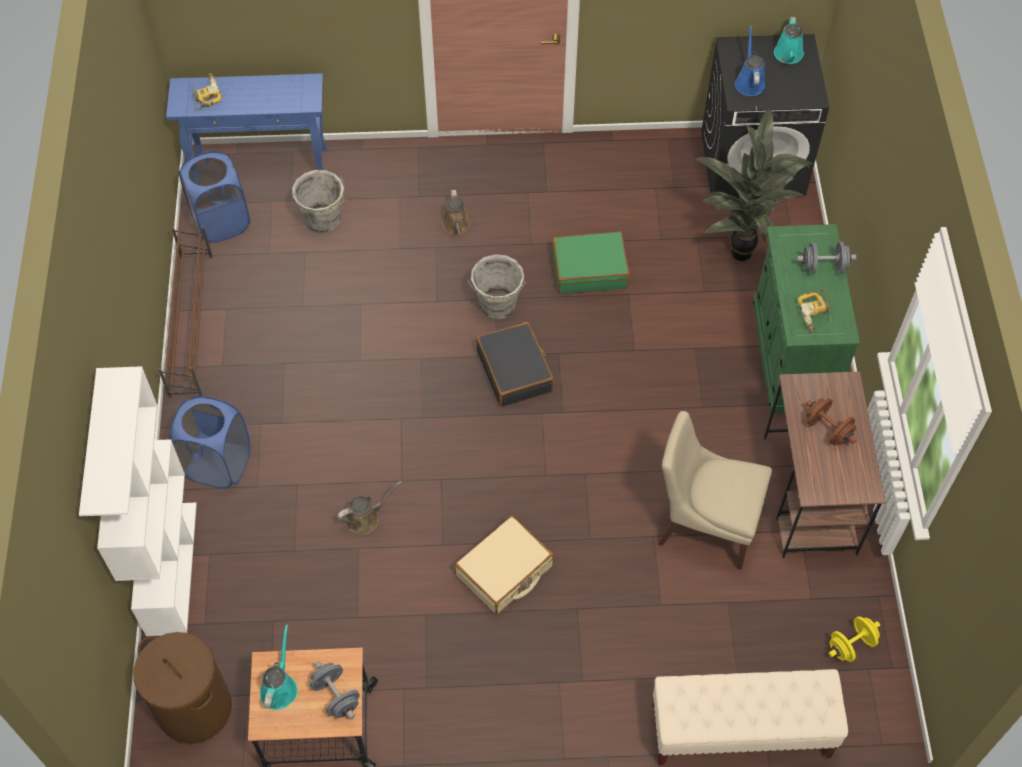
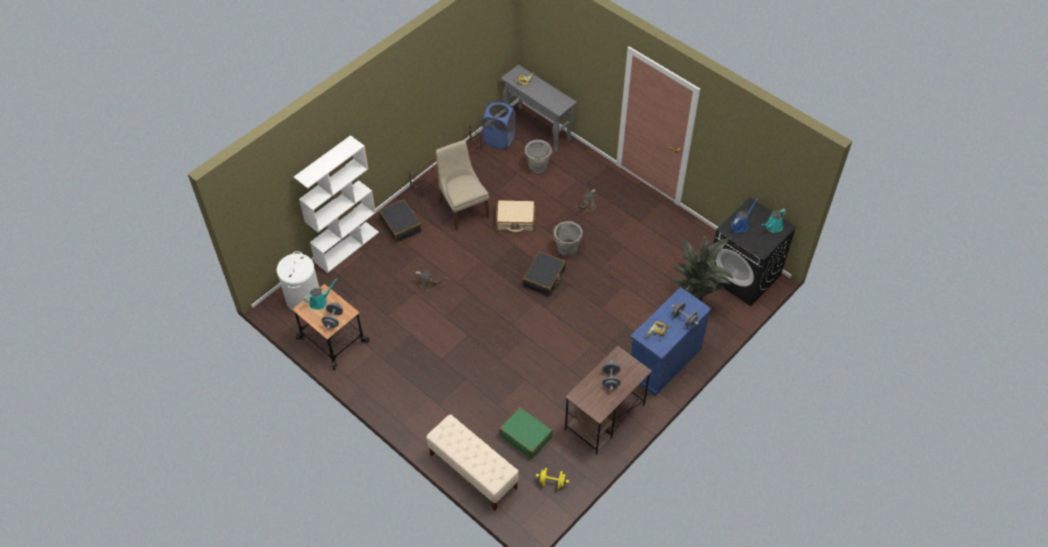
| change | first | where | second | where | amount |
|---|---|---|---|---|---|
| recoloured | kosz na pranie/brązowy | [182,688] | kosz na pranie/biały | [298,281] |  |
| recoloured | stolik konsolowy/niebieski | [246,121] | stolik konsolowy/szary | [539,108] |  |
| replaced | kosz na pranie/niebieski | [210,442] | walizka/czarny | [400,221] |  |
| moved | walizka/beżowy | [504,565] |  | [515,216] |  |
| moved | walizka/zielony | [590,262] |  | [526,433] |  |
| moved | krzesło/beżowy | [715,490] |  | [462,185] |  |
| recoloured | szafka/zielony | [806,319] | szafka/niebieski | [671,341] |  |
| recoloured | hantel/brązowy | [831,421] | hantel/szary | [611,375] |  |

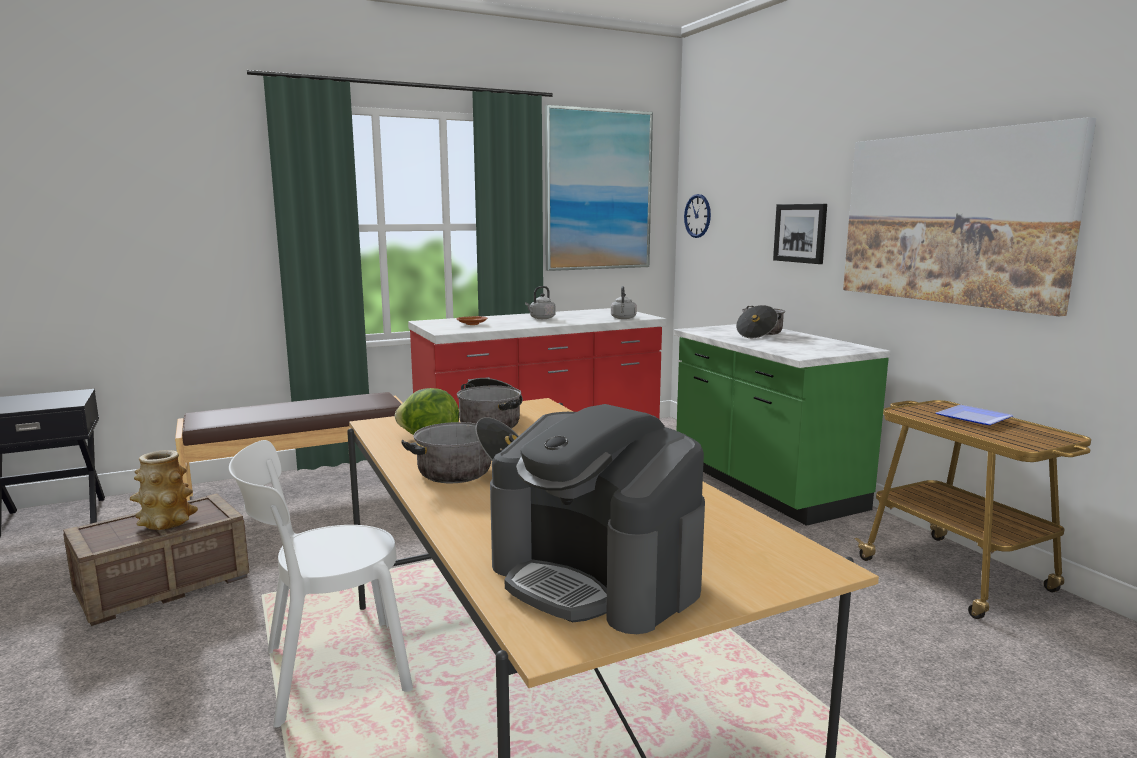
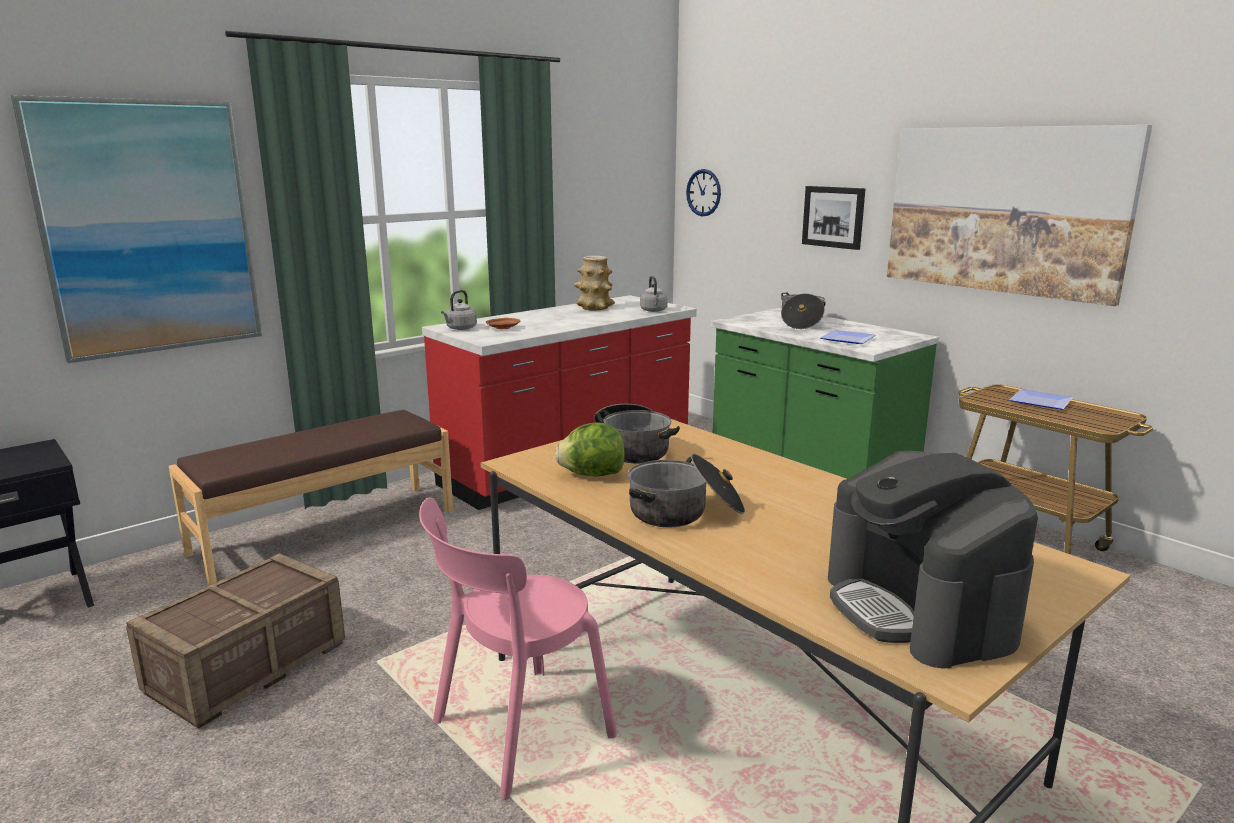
| change | first | where | second | where | amount |
|---|---|---|---|---|---|
| moved | wazon | [164,490] |  | [594,283] |  |
| recoloured | krzesło/biały | [321,584] | krzesło/różowy | [518,648] |  |
| turned | ekspres do kawy | [597,519] |  | [933,560] | 45 degrees clockwise |
| moved | czajnik/szary | [540,302] |  | [459,310] |  |
| moved | obraz | [599,188] |  | [136,229] |  |
| added |  |  | talerz | [848,337] |  |

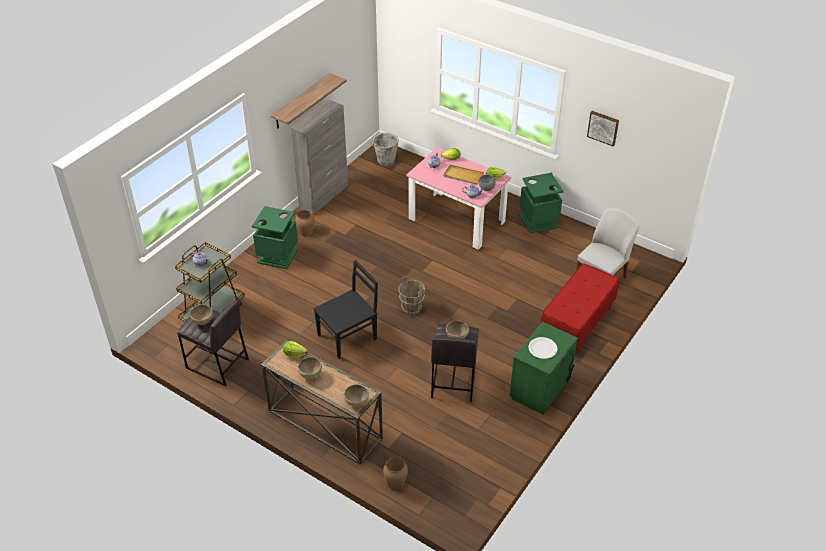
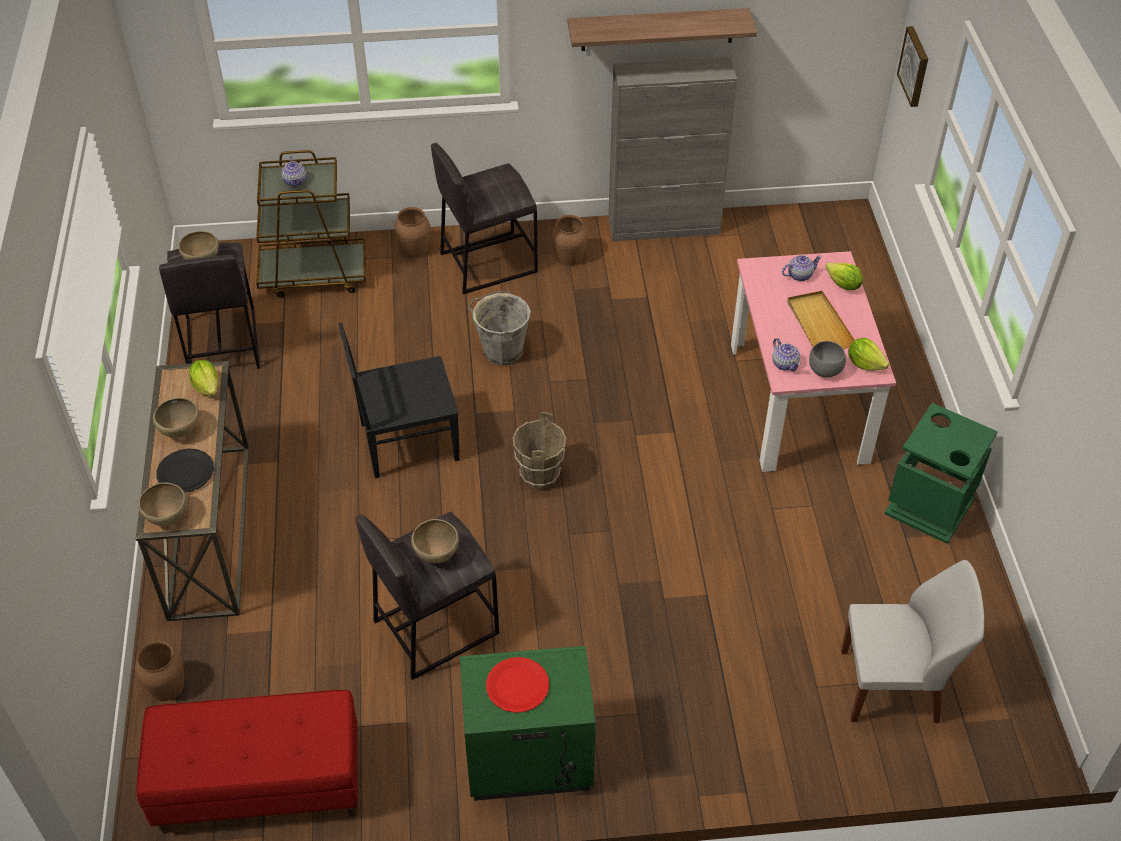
| change | first | where | second | where | amount |
|---|---|---|---|---|---|
| replaced | kosz na śmieci/zielony | [275,237] | stołek/szary | [484,218] |  |
| turned | krzesło/czarny | [345,309] |  | [399,400] | 150 degrees clockwise |
| moved | wiadro/szary | [384,149] |  | [499,328] |  |
| recoloured | talerz/biały | [543,348] | talerz/czerwony | [517,685] |  |
| moved | ławka/czerwony | [579,306] |  | [247,762] |  |
| moved | obraz | [603,128] |  | [912,66] |  |
| added |  |  | talerz/czarny | [185,470] |  |
| added |  |  | wazon/brązowy | [412,232] |  |

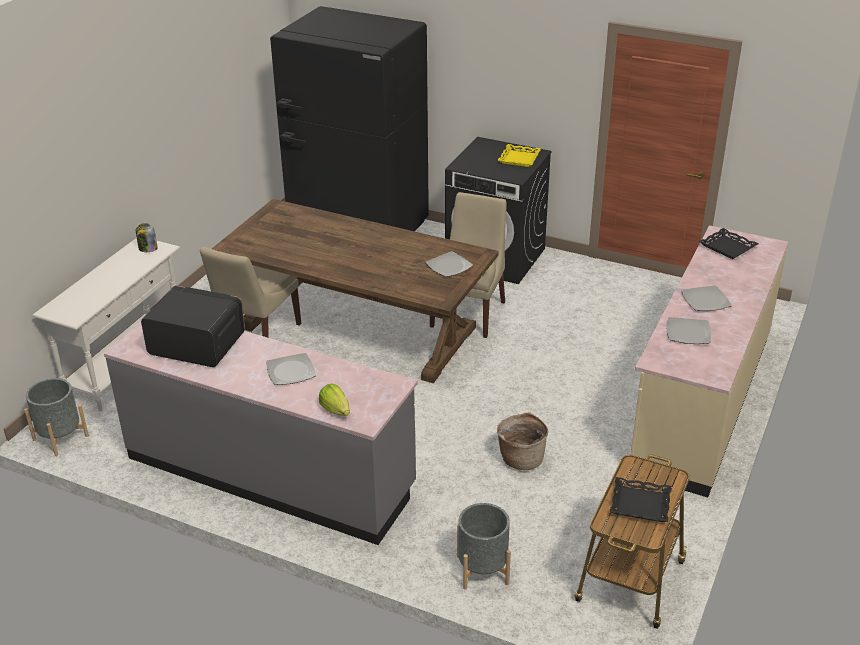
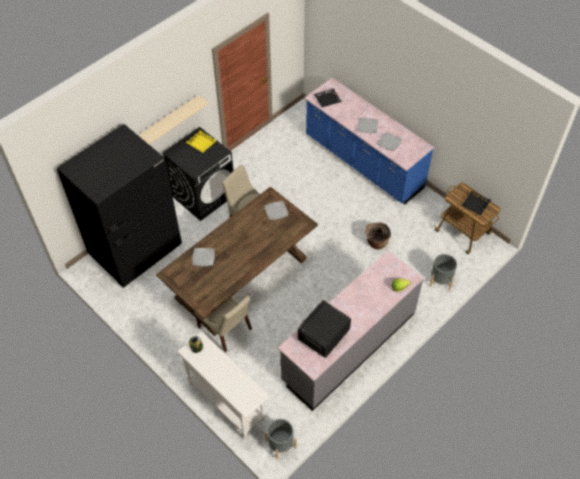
| change | first | where | second | where | amount |
|---|---|---|---|---|---|
| moved | talerz | [291,369] |  | [203,257] |  |
| recoloured | zabudowa kuchenna/beżowy | [709,361] | zabudowa kuchenna/niebieski | [369,141] |  |
| added |  |  | półka/beżowy | [173,119] |  |

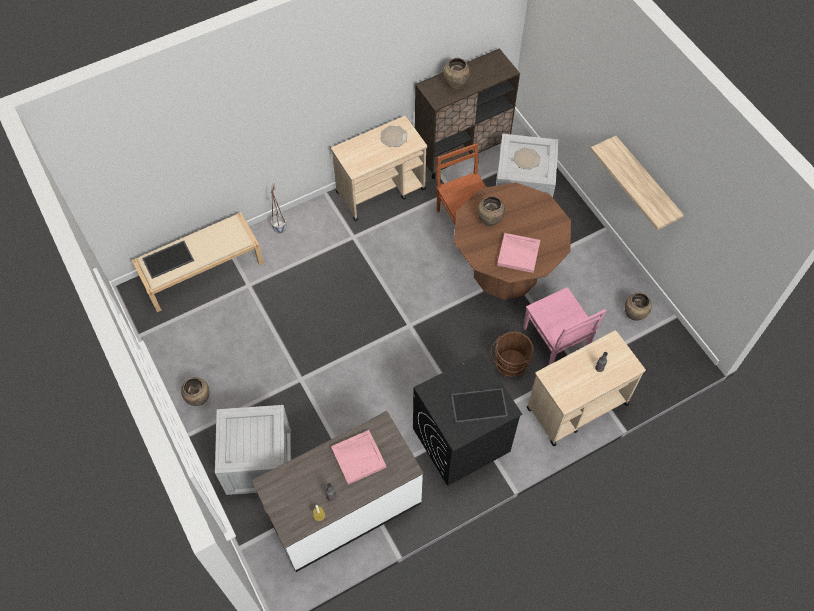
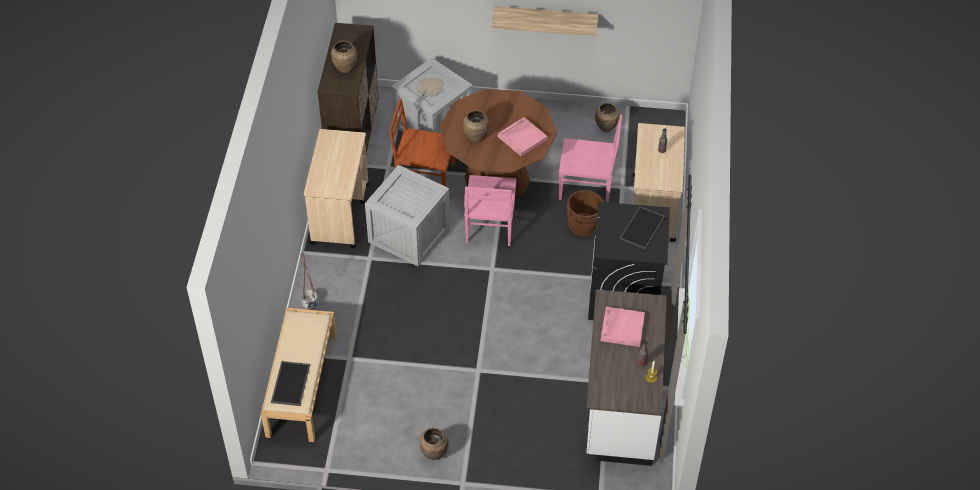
| change | first | where | second | where | amount |
|---|---|---|---|---|---|
| moved | skrzynka | [253,450] |  | [407,215] |  |
| removed | talerz | [393,136] |  |  |  |
| added |  |  | krzesło/różowy | [490,210] |  |

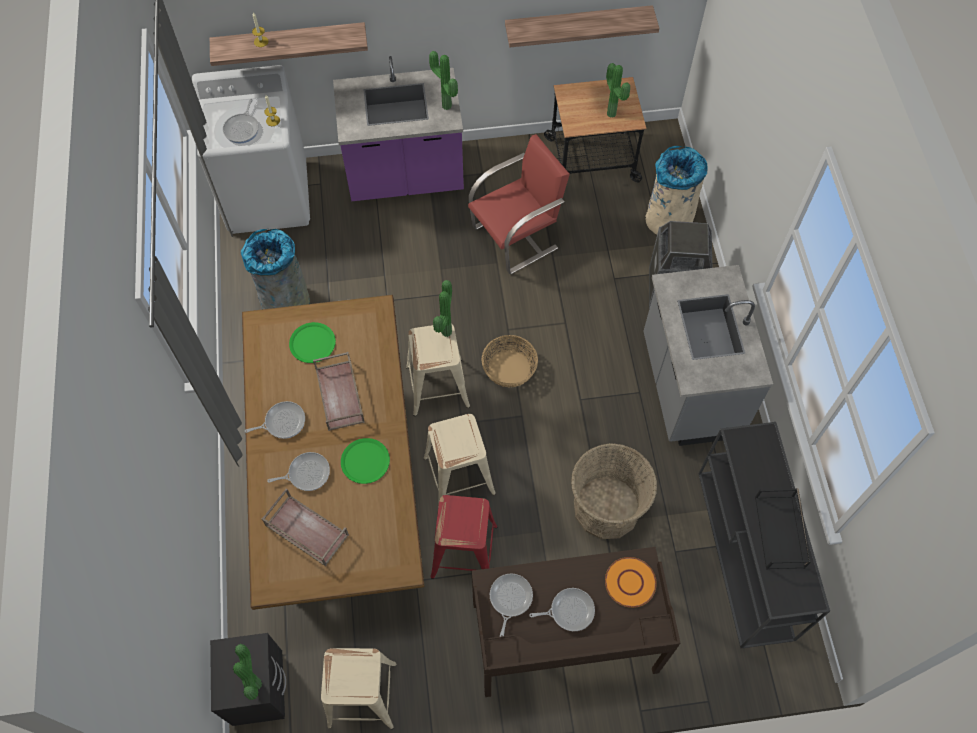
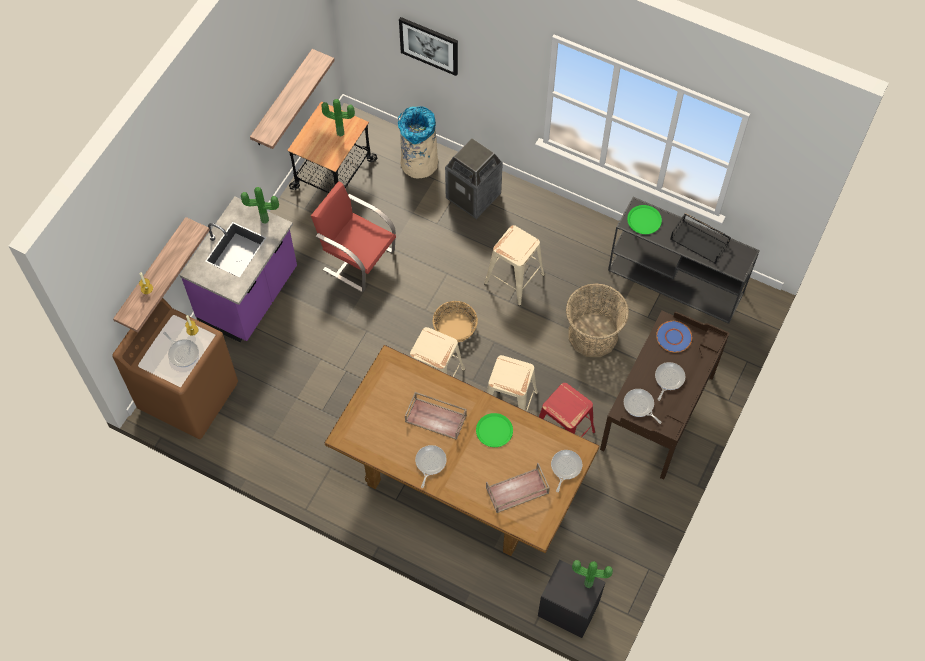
| change | first | where | second | where | amount |
|---|---|---|---|---|---|
| recoloured | pralka/biały | [251,149] | pralka/brązowy | [175,368] |  |
| removed | kosz na śmieci/szary | [275,269] |  |  |  |
| moved | patelnia | [298,471] |  | [566,471] |  |
| moved | talerz/zielony | [312,342] |  | [644,219] |  |
| moved | stołek/beżowy | [359,688] |  | [514,265] |  |
| removed | roślina doniczkowa | [442,308] |  |  |  |
| turned | krzesło/czerwony | [519,204] |  | [353,236] | 60 degrees counterclockwise |
| recoloured | talerz/pomarańczowy | [631,582] | talerz/niebieski | [674,337] |  |
| removed | zabudowa kuchenna/szary | [708,355] |  |  |  |
| added |  |  | obraz | [428,46] |  |

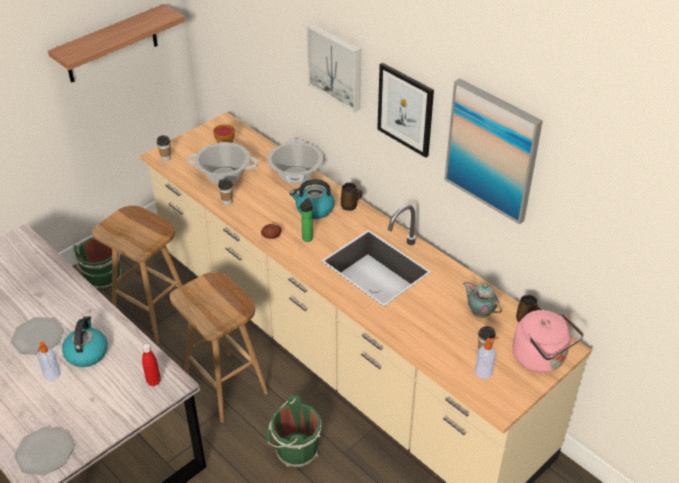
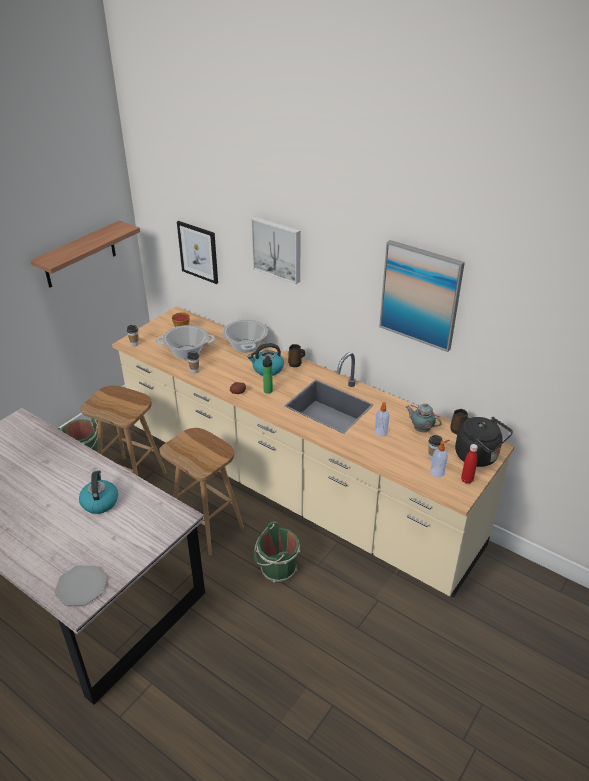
| change | first | where | second | where | amount |
|---|---|---|---|---|---|
| removed | talerz | [37,335] |  |  |  |
| moved | dozownik mydła | [49,361] |  | [382,419] |  |
| moved | butelka/czerwony | [151,364] |  | [469,464] |  |
| moved | obraz | [405,110] |  | [197,252] |  |
| recoloured | czajnik/różowy | [548,341] | czajnik/czarny | [484,442] |  |

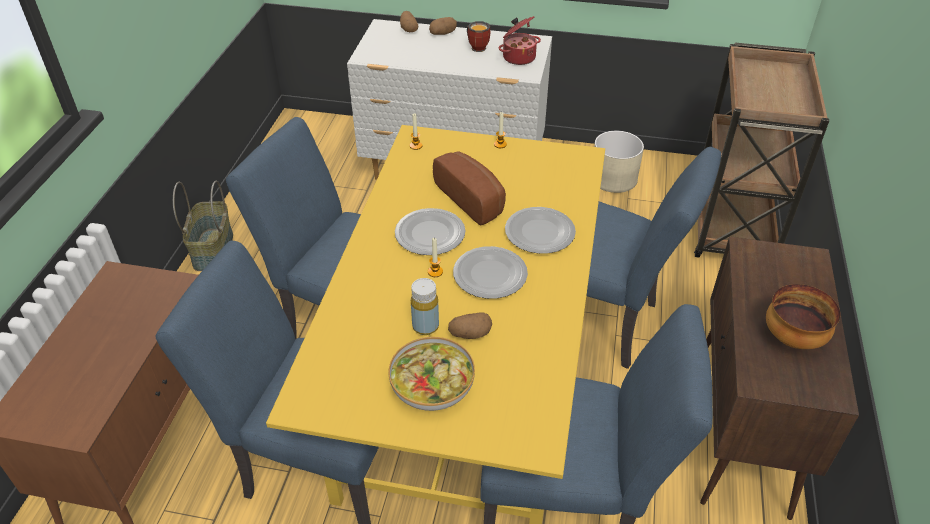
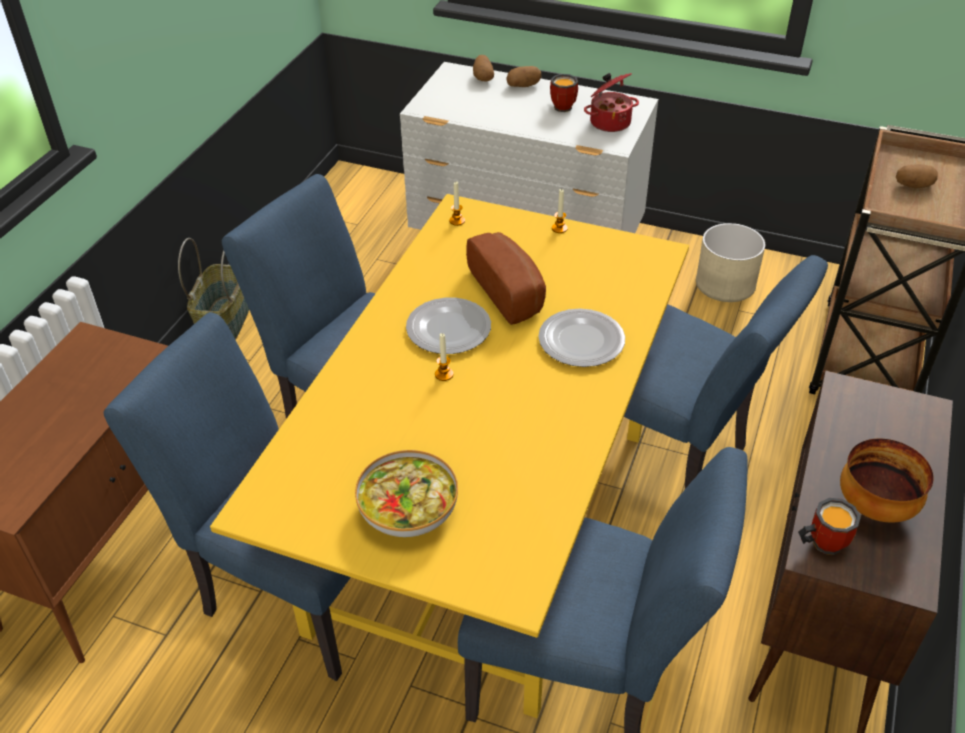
| change | first | where | second | where | amount |
|---|---|---|---|---|---|
| removed | butelka/żółty | [425,306] |  |  |  |
| moved | ziemniak | [470,326] |  | [917,176] |  |
| removed | talerz | [490,272] |  |  |  |
| added |  |  | kubek | [829,526] |  |

